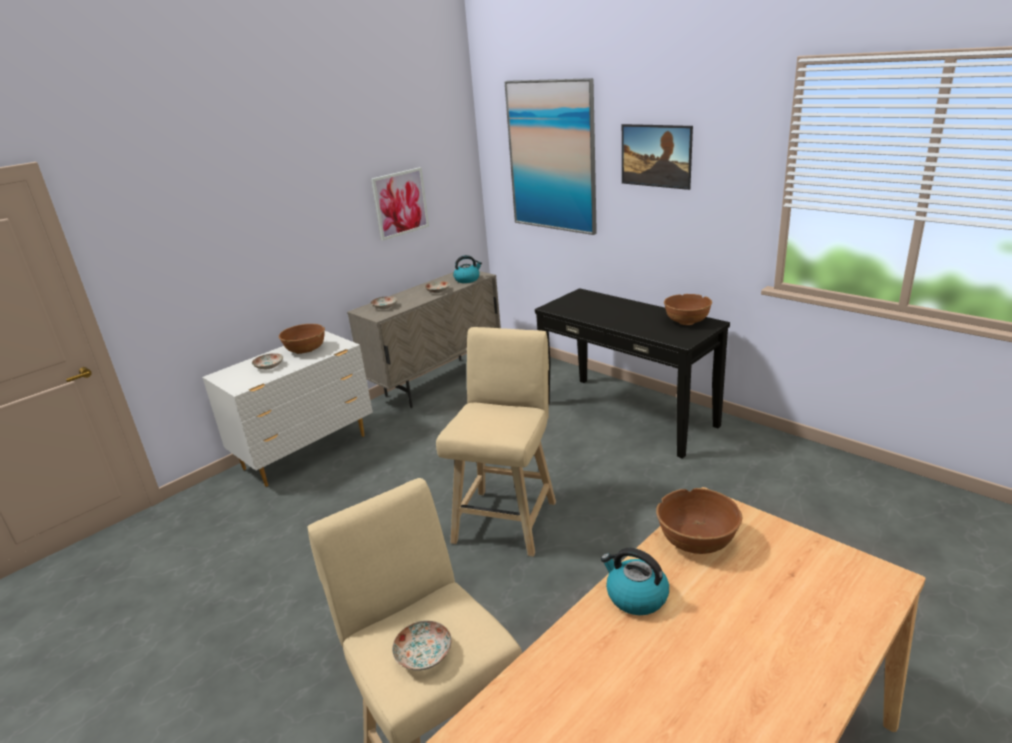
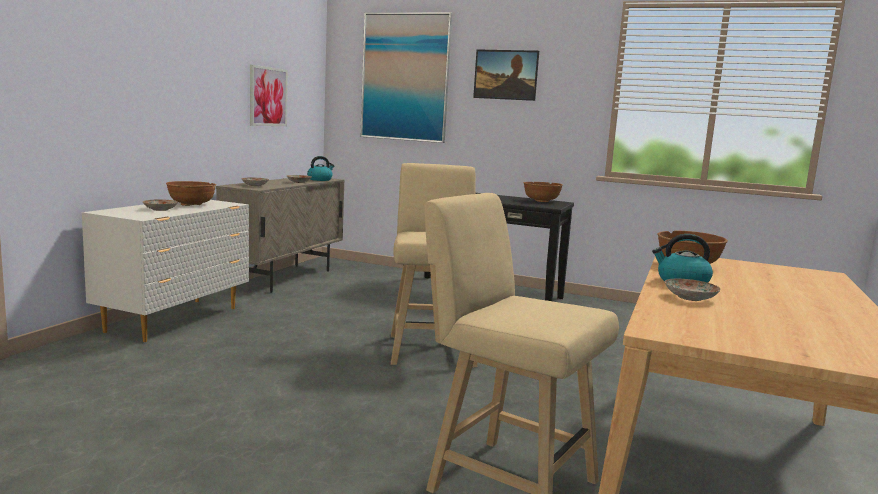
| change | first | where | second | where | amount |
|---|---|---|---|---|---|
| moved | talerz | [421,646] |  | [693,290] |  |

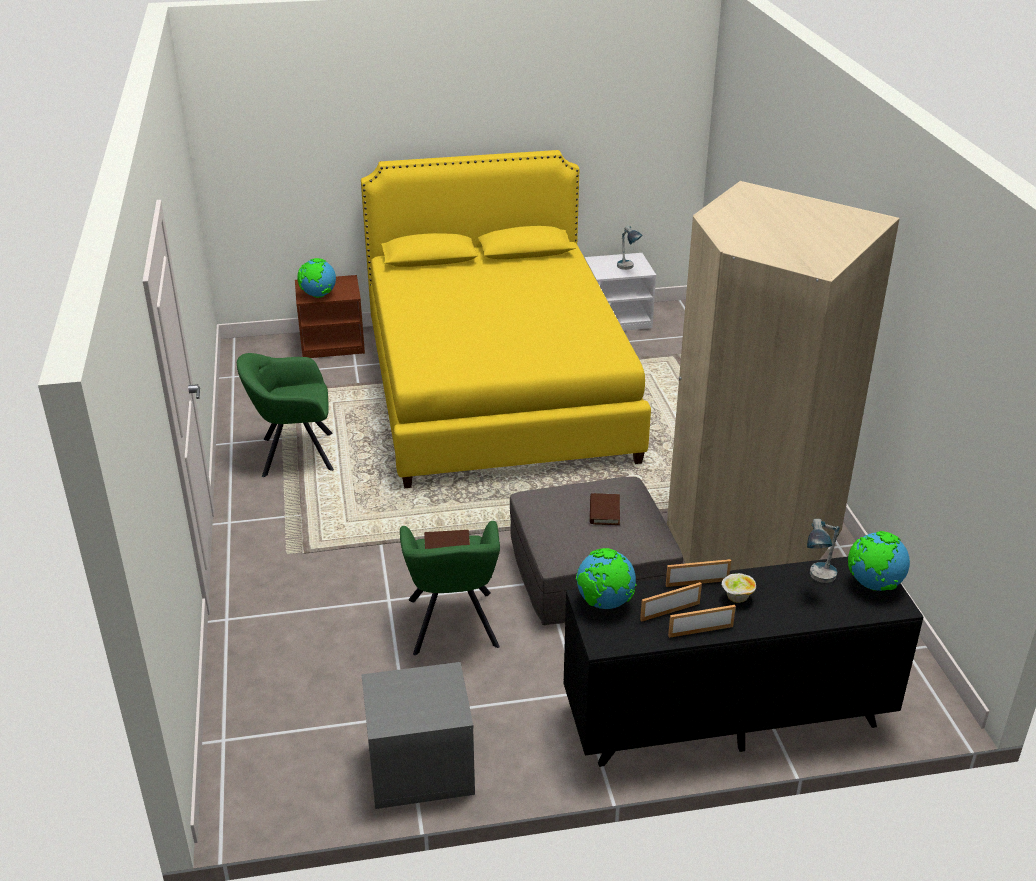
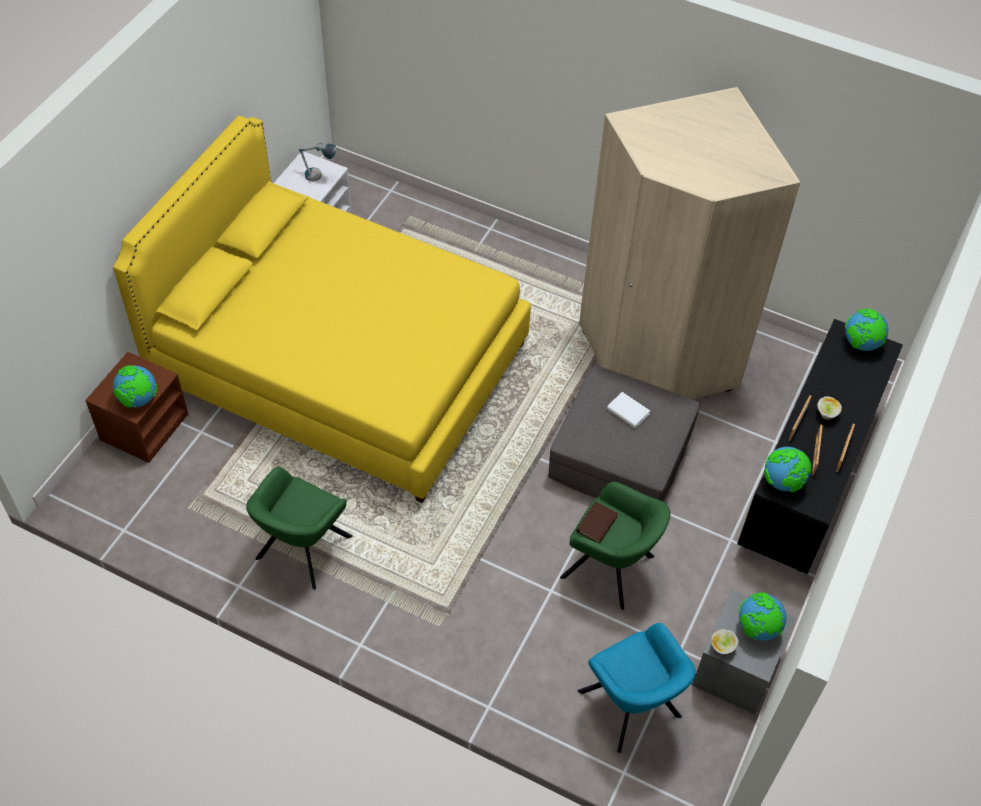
| change | first | where | second | where | amount |
|---|---|---|---|---|---|
| recoloured | książka/brązowy | [605,509] | książka/biały | [628,410] |  |
| removed | lampa stołowa | [823,551] |  |  |  |
| added |  |  | fotel/turkusowy | [637,688] |  |
| added |  |  | miska | [724,641] |  |
| added |  |  | globus | [762,616] |  |

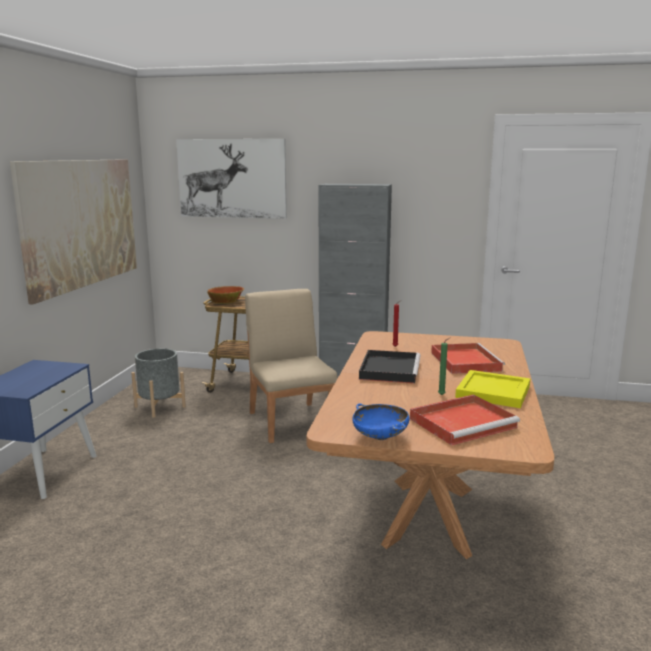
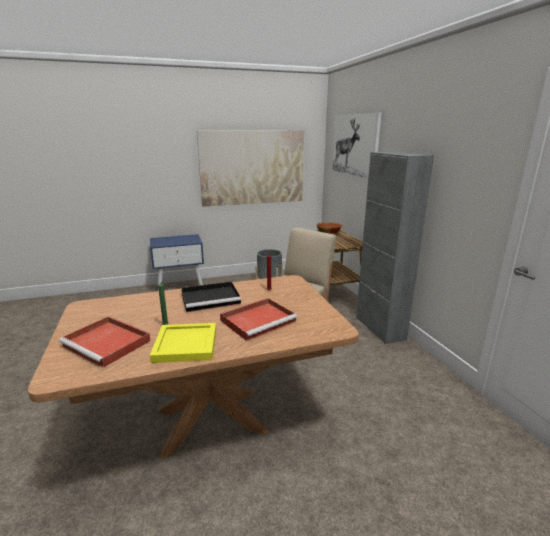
| change | first | where | second | where | amount |
|---|---|---|---|---|---|
| removed | miska/niebieski | [381,421] |  |  |  |

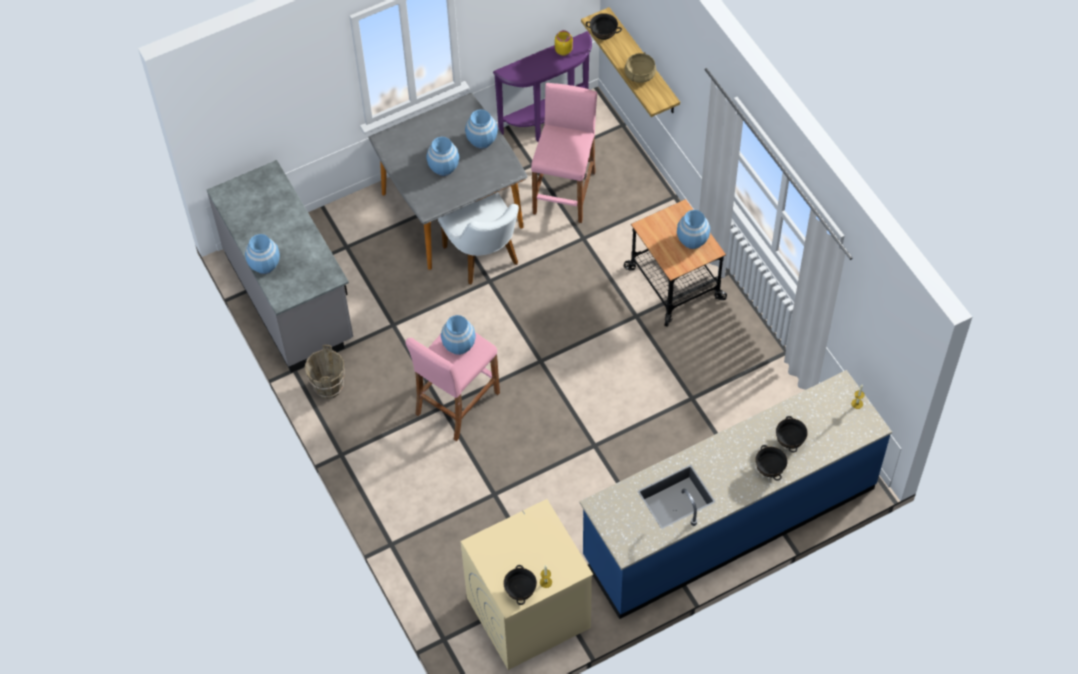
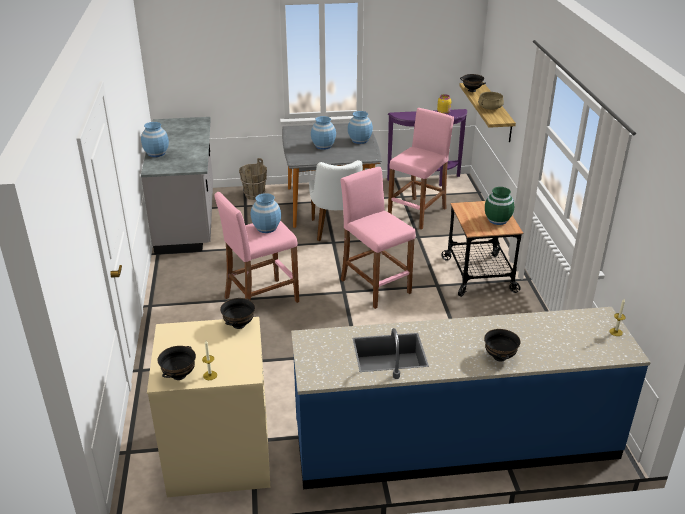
| change | first | where | second | where | amount |
|---|---|---|---|---|---|
| moved | wiadro/brązowy | [325,371] |  | [253,179] |  |
| recoloured | wazon/niebieski | [693,229] | wazon/zielony | [499,206] |  |
| moved | miska/czarny | [792,434] |  | [237,313] |  |
| added |  |  | stołek/różowy | [378,238] |  |

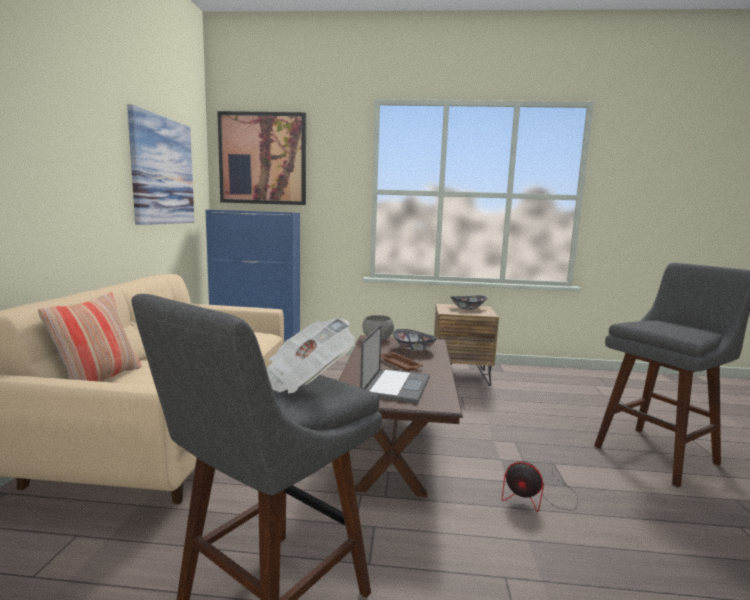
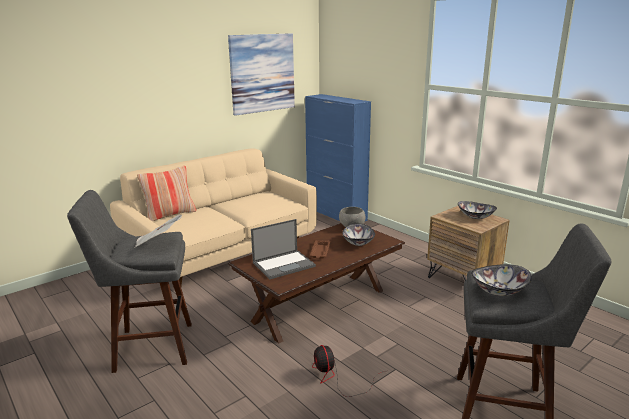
| change | first | where | second | where | amount |
|---|---|---|---|---|---|
| removed | obraz | [261,158] |  |  |  |
| added |  |  | miska | [501,280] |  |

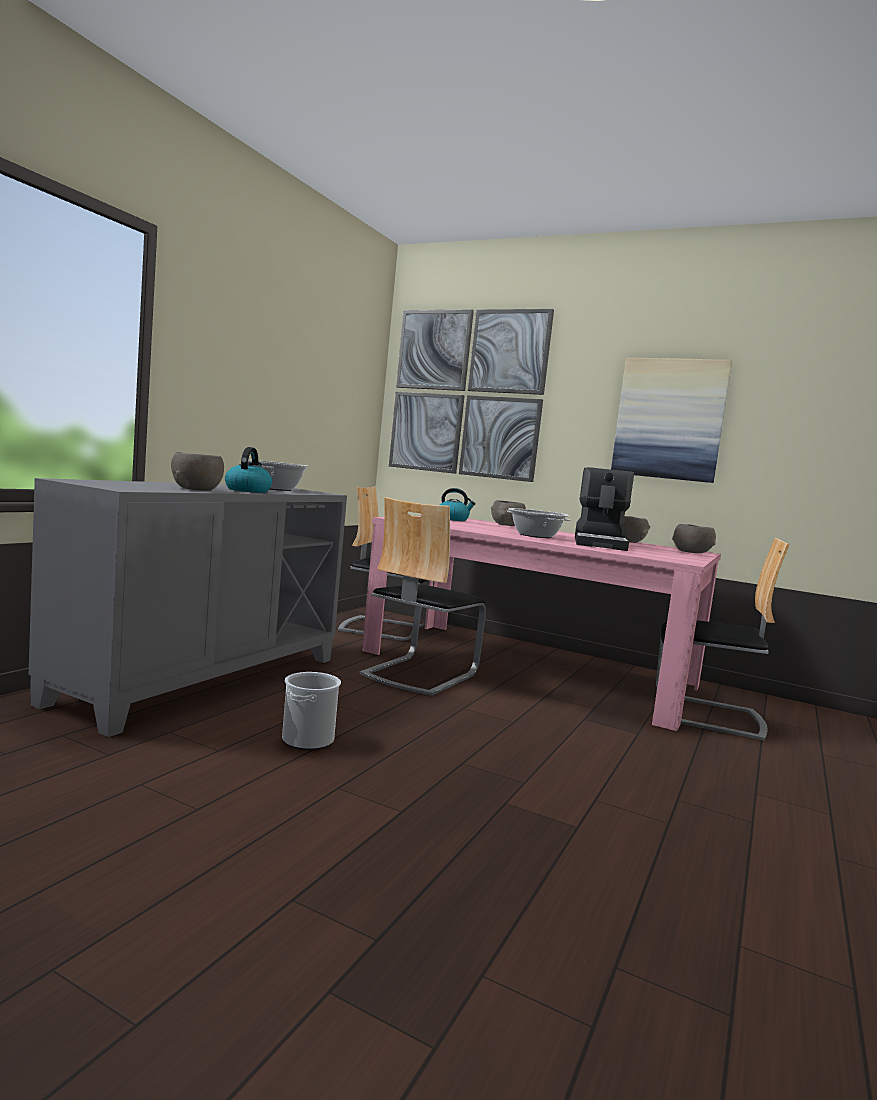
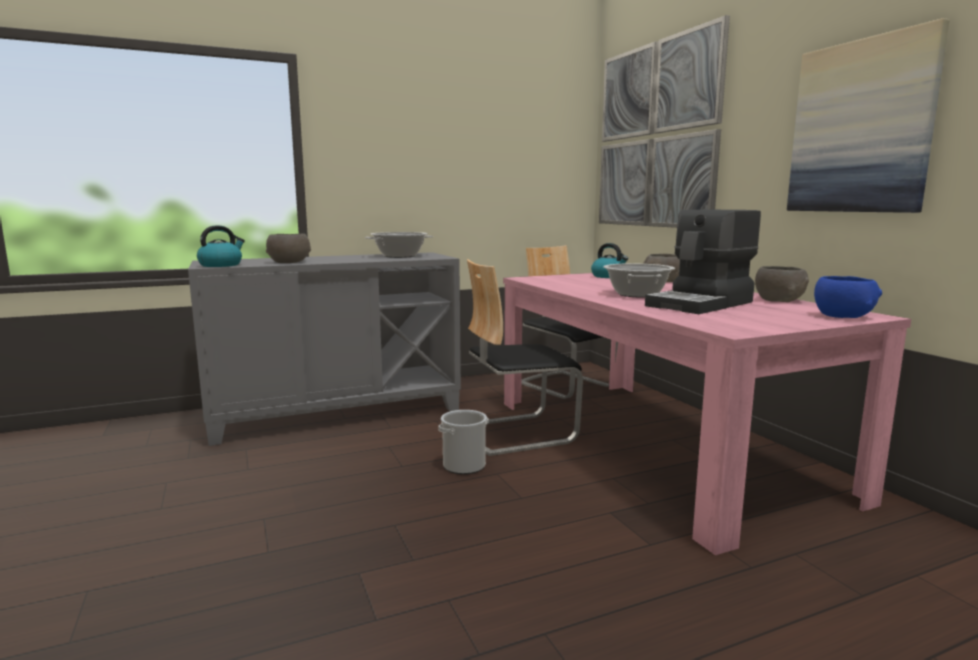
| change | first | where | second | where | amount |
|---|---|---|---|---|---|
| moved | czajnik | [248,470] |  | [221,246] |  |
| moved | wiadro | [311,711] |  | [464,442] |  |
| removed | krzesło | [723,639] |  |  |  |
| recoloured | miska/szary | [694,538] | miska/niebieski | [848,297] |  |

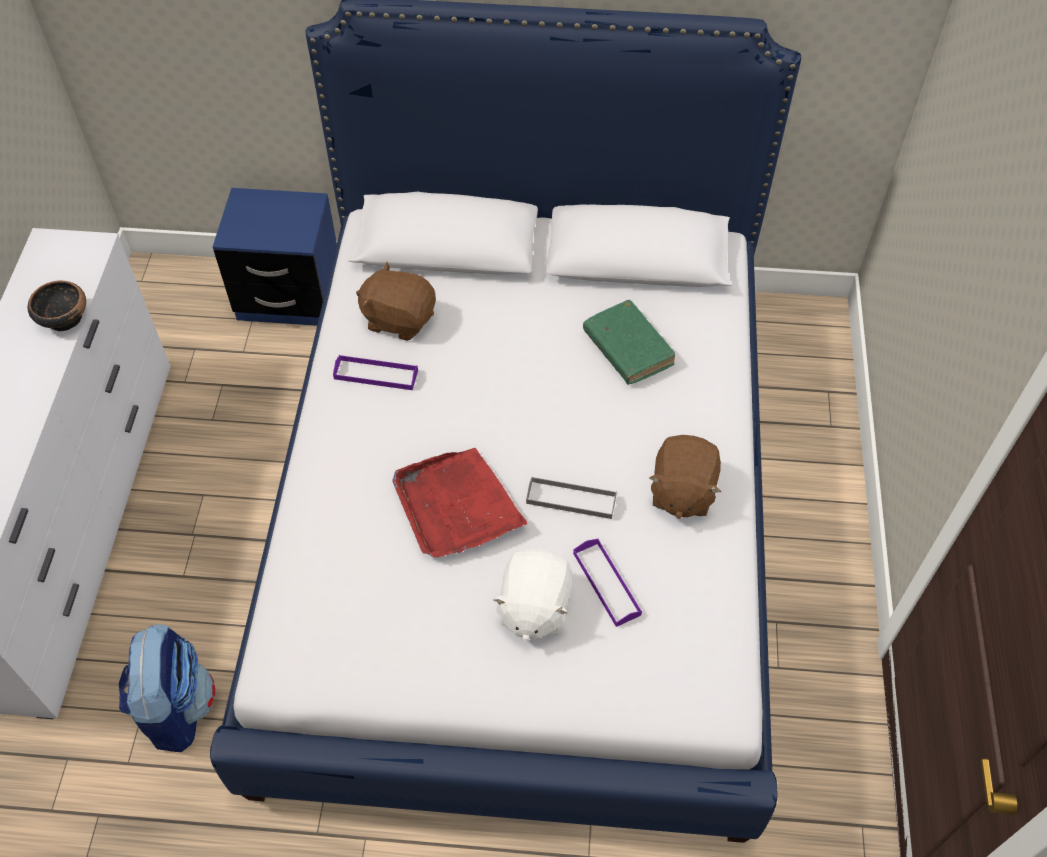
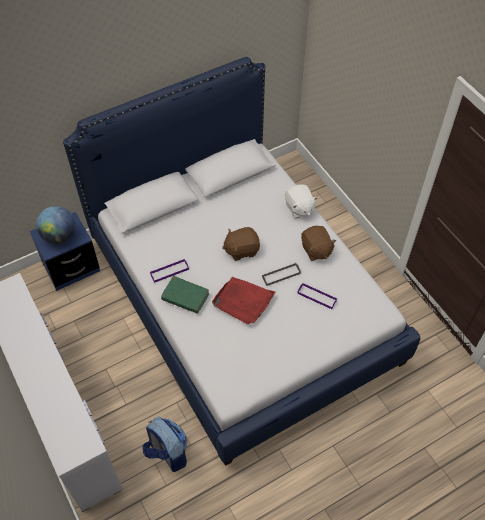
| change | first | where | second | where | amount |
|---|---|---|---|---|---|
| removed | miska | [57,306] |  |  |  |
| moved | pluszak/brązowy | [396,301] |  | [241,244] |  |
| moved | pluszak/biały | [532,595] |  | [301,201] |  |
| moved | książka/zielony | [629,342] |  | [185,295] |  |
| added |  |  | globus | [55,225] |  |

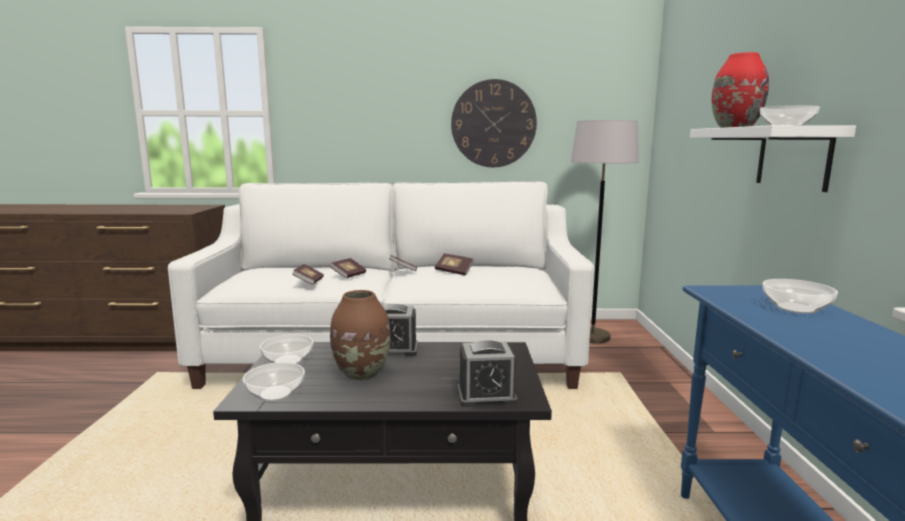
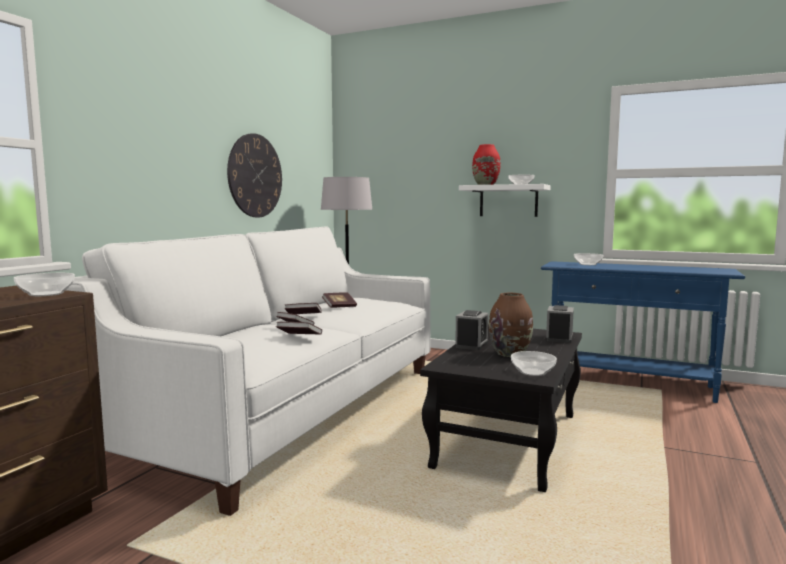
| change | first | where | second | where | amount |
|---|---|---|---|---|---|
| moved | miska | [286,349] |  | [44,284] |  |

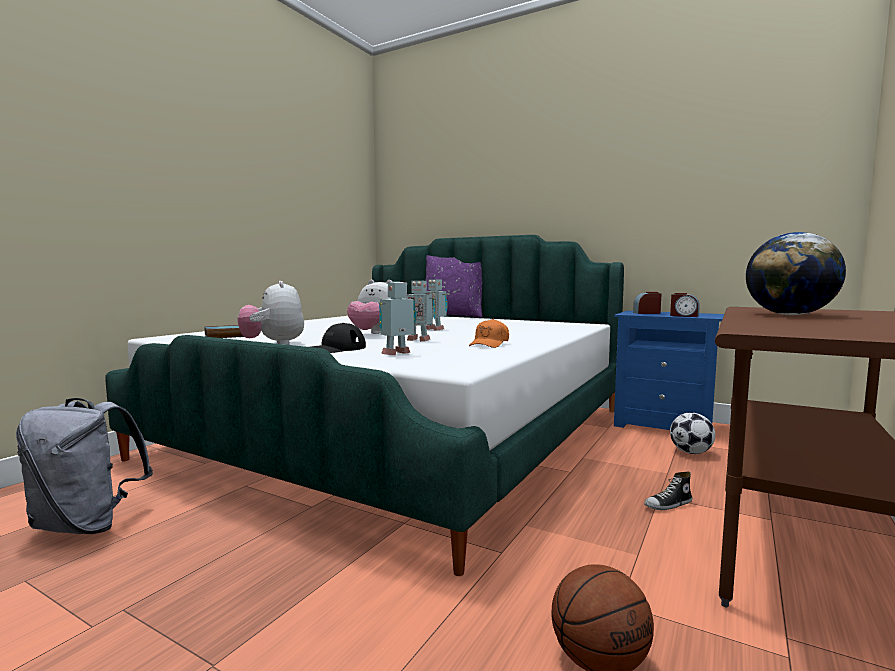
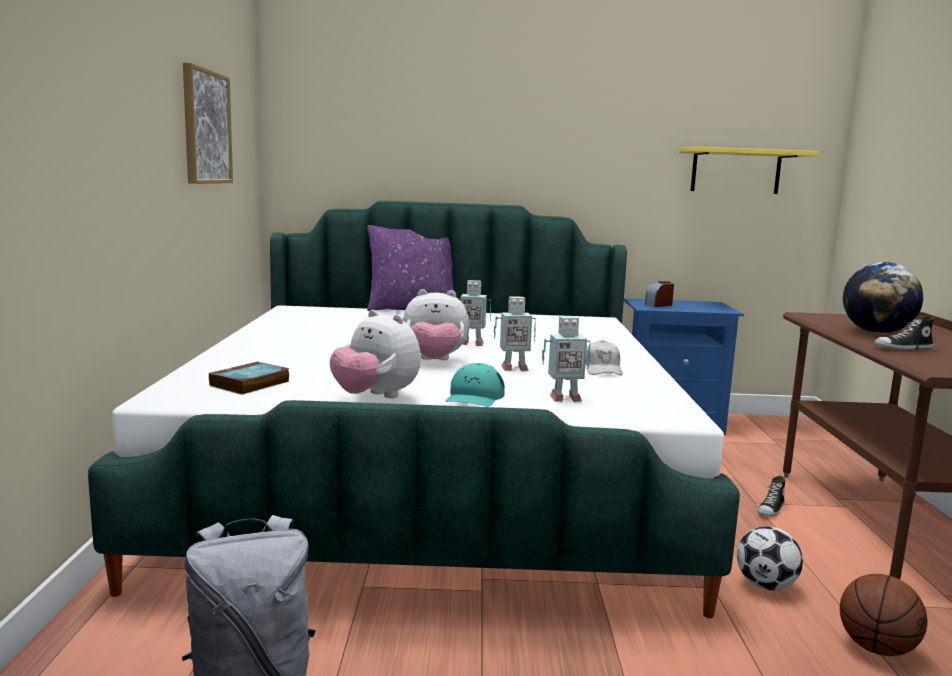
| change | first | where | second | where | amount |
|---|---|---|---|---|---|
| recoloured | czapka z daszkiem/czarny | [338,338] | czapka z daszkiem/turkusowy | [475,384] |  |
| turned | robot zabawkowy | [397,318] |  | [566,359] | 120 degrees counterclockwise |
| recoloured | czapka z daszkiem/pomarańczowy | [489,333] | czapka z daszkiem/biały | [604,358] |  |
| removed | budzik | [685,305] |  |  |  |
| moved | piłka futbolowa | [692,433] |  | [770,558] |  |
| added |  |  | obraz | [208,123] |  |
| added |  |  | półka/żółty | [749,170] |  |
| added |  |  | but | [904,333] |  |

